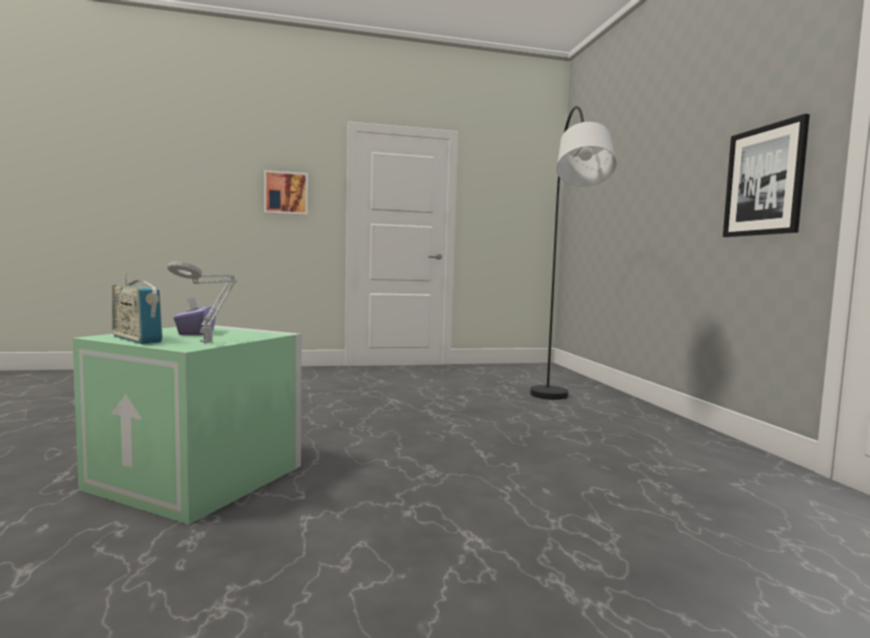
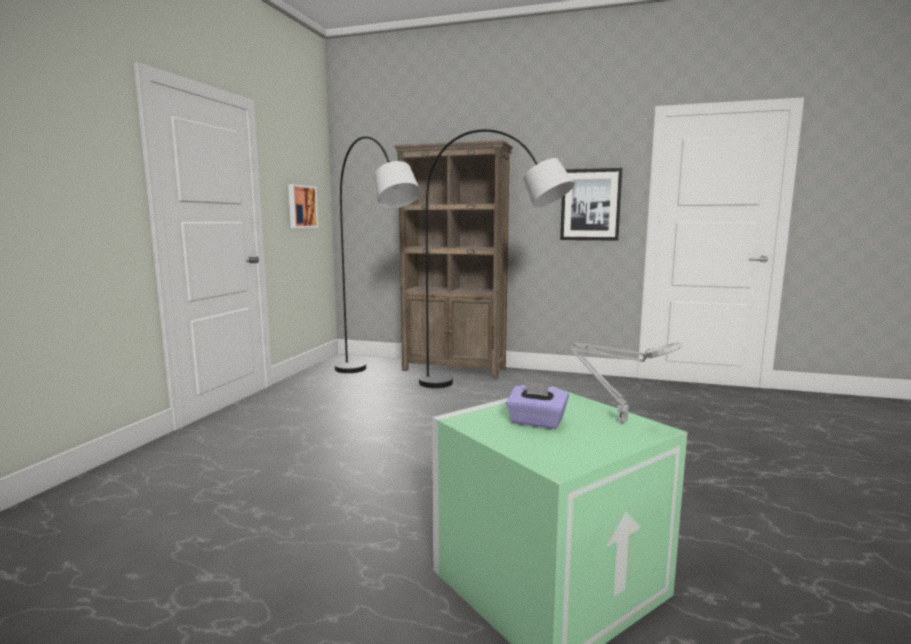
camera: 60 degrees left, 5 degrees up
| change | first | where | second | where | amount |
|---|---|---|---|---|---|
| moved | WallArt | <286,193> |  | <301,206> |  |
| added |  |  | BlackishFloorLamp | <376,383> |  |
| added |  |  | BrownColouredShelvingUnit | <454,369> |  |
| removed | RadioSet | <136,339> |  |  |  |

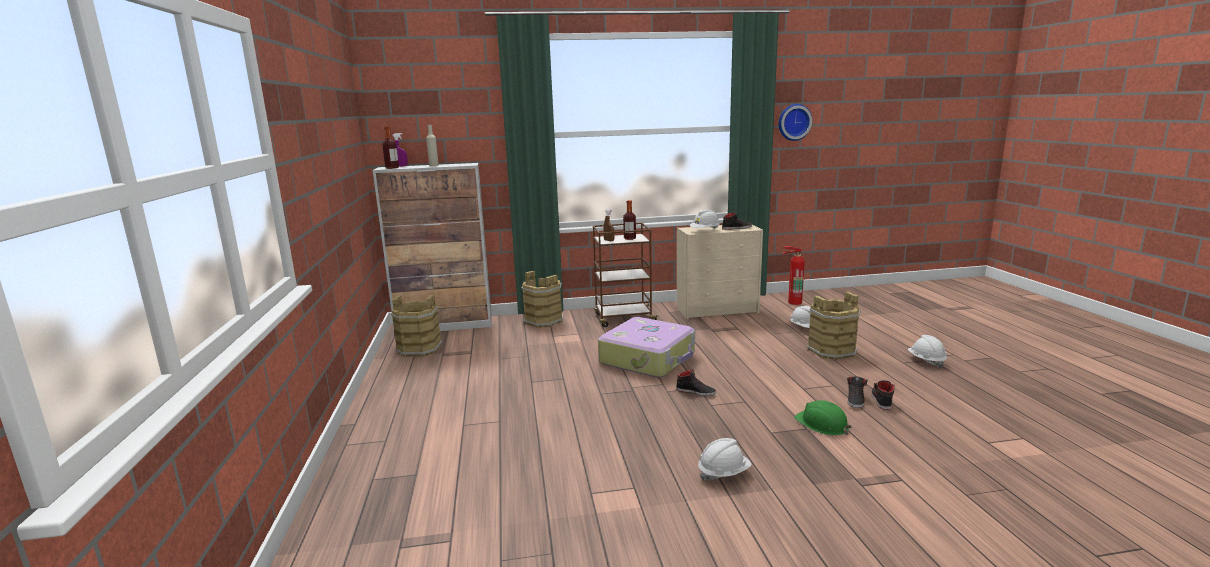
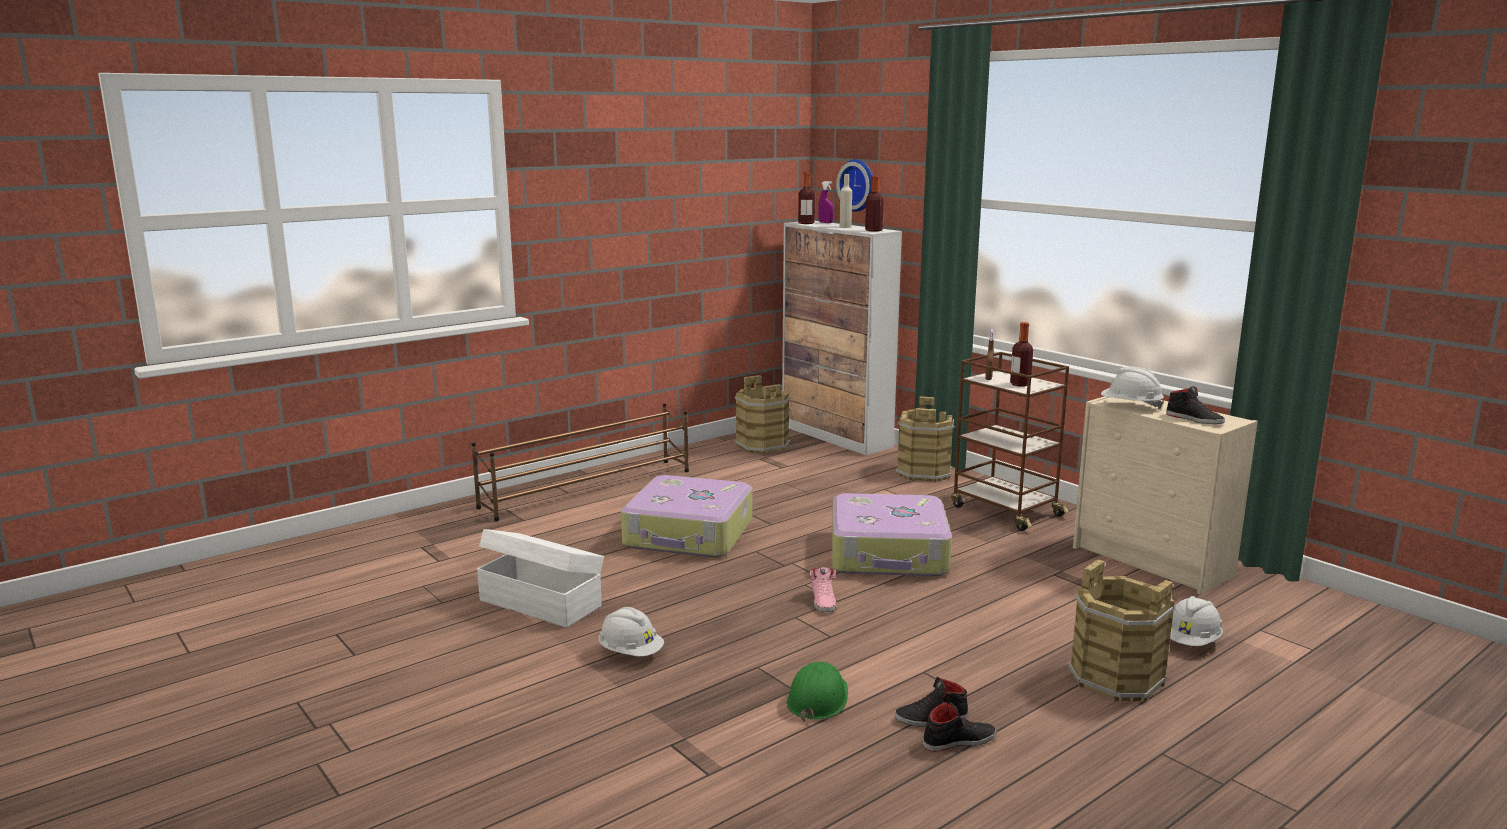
camera: 60 degrees right, 0 degrees up
| change | first | where | second | where | amount |
|---|---|---|---|---|---|
| added |  |  | BrownColouredShoeRack | <589,489> |  |
| added |  |  | WhiteStorageBox | <540,602> |  |
| added |  |  | TravelCase | <689,534> |  |
| recoloured | BlackishItemOfFootwear | <696,391> | PinkishItemOfFootwear | <823,601> |  |
| moved | WallClock | <793,122> |  | <859,185> |  |
| added |  |  | DrinkBottle | <873,230> |  |
| removed | FireFightingCylinder | <793,302> |  |  |  |
| removed | WhiteSafetyHelmet | <926,361> |  |  |  |

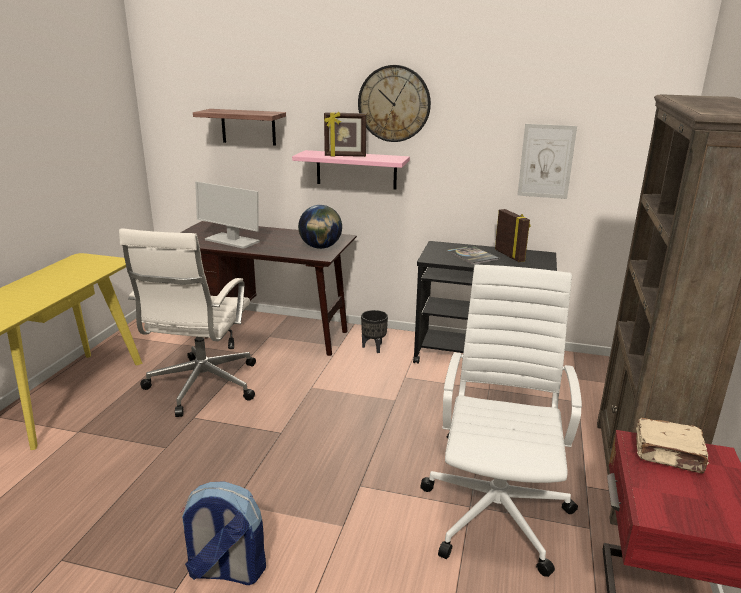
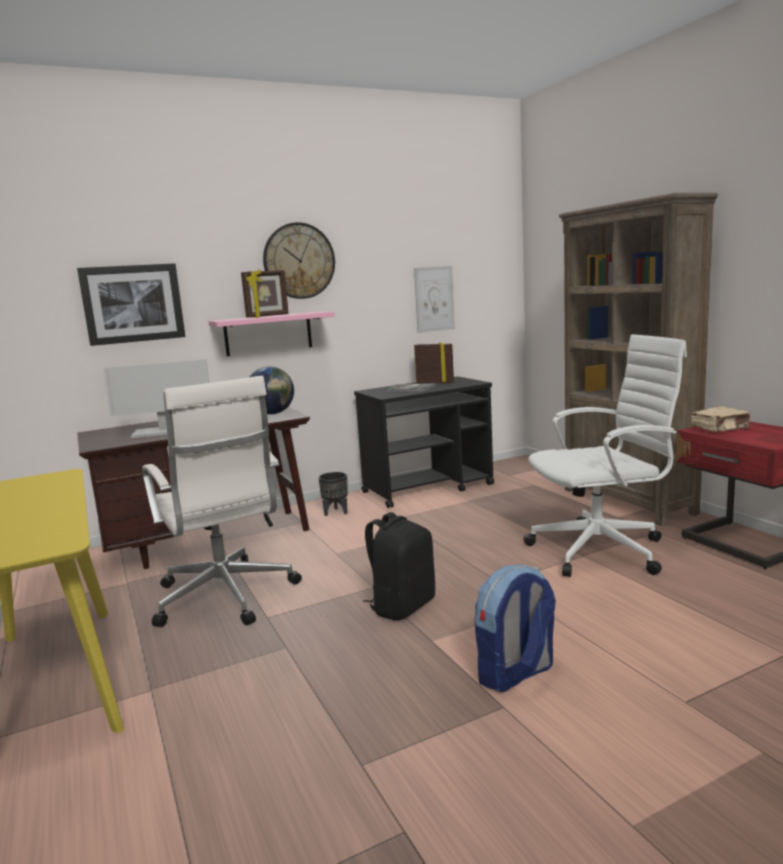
camera: 40 degrees left, 10 degrees down
| change | first | where | second | where | amount |
|---|---|---|---|---|---|
| replaced | Shelf | <248,127> | WallArt | <133,303> |  |
| added |  |  | BlackishKnapsack | <402,606> |  |
| turned | WhiteDeskChair | <496,511> |  | <602,550> | 105 degrees clockwise |

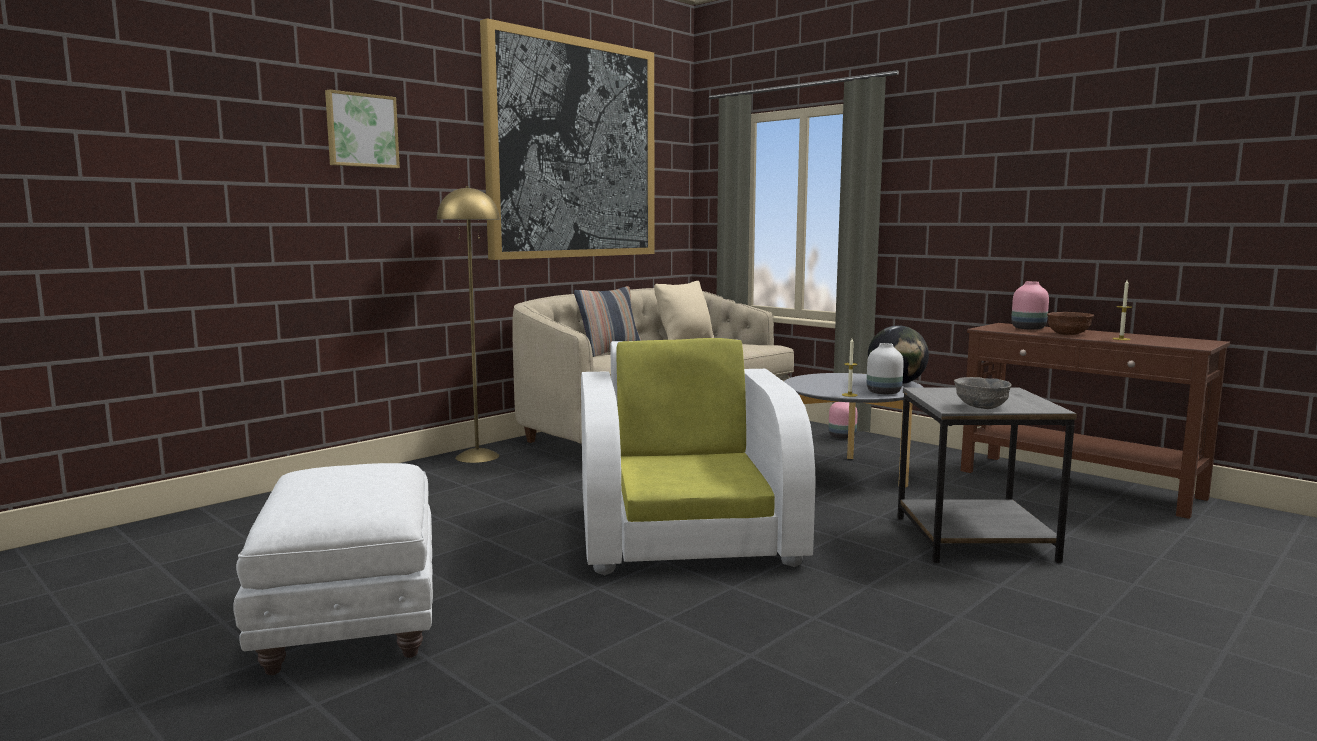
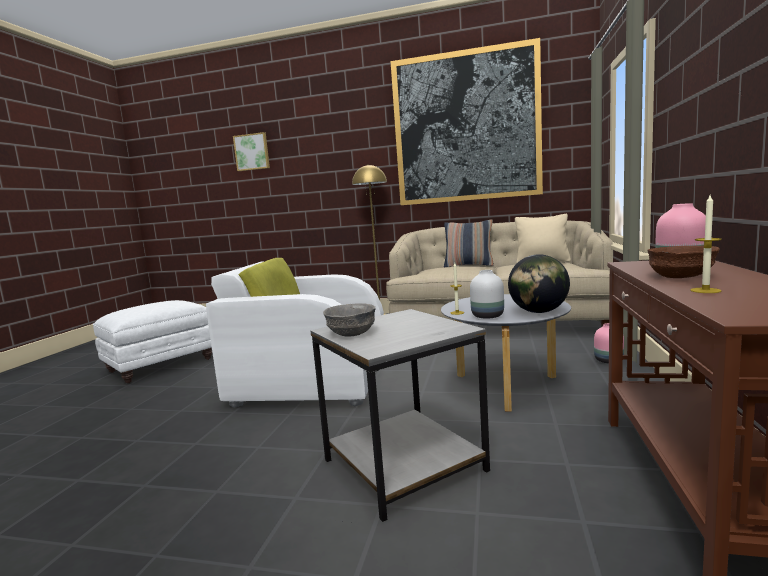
camera: 60 degrees right, 0 degrees up
| change | first | where | second | where | amount |
|---|---|---|---|---|---|
| turned | WhiteLoungeChair | <686,533> |  | <312,380> | 135 degrees counterclockwise |
| moved | WallArt | <361,130> |  | <252,152> |  |

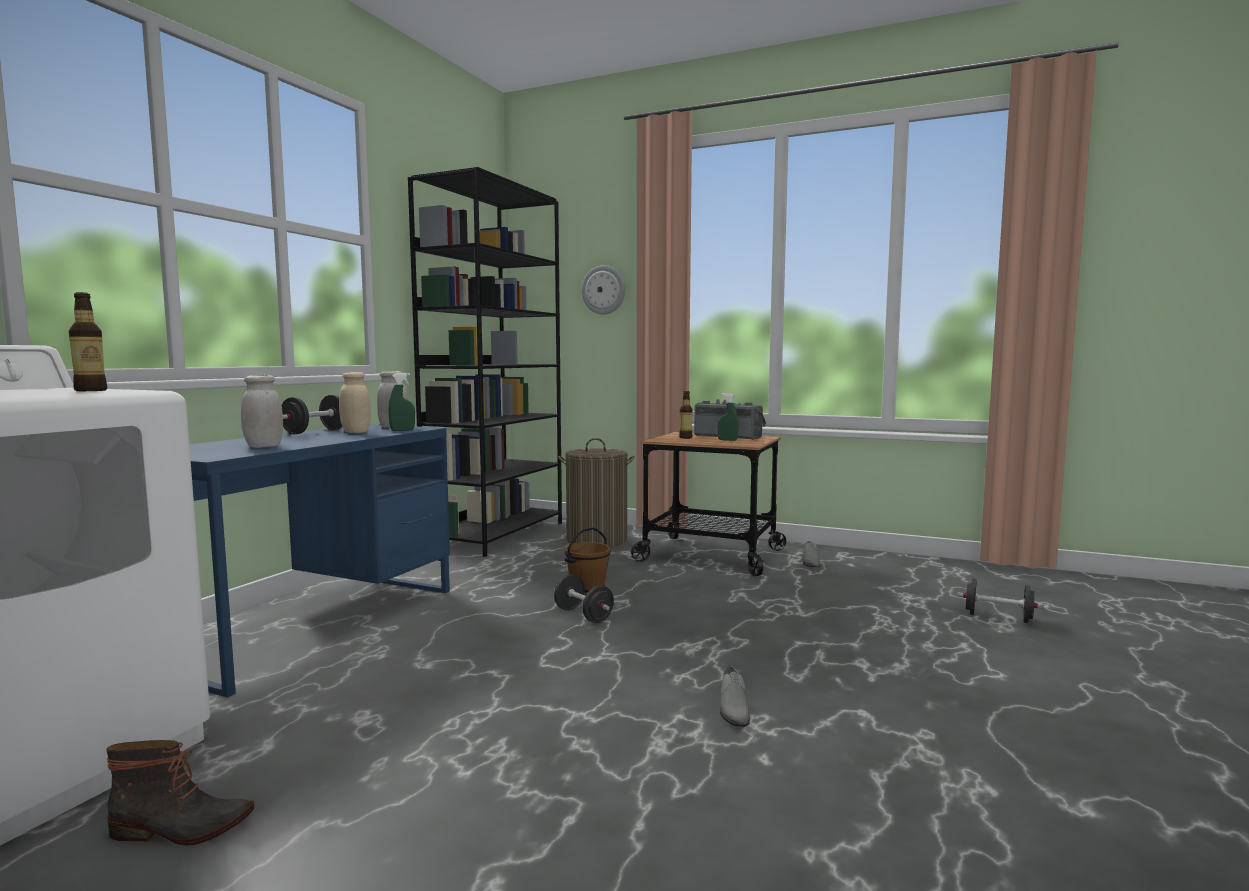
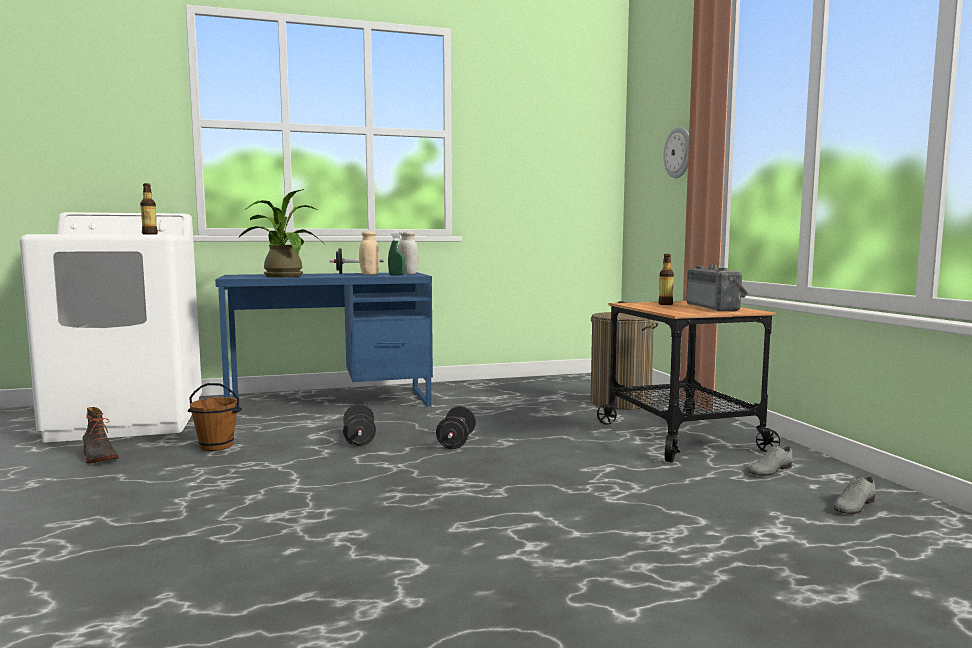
camera: 50 degrees right, 0 degrees up
| change | first | where | second | where | amount |
|---|---|---|---|---|---|
| moved | BrownColouredPail | <587,592> |  | <217,446> |  |
| replaced | WhiteStorageJar | <264,446> | PlantInAPot | <281,276> |  |
| moved | BlackishDumbbell | <998,617> |  | <359,439> |  |
| moved | GrayItemOfFootwear | <732,708> |  | <853,505> |  |
| removed | BlackishShelvingUnit | <496,534> |  |  |  |
| removed | GreenColouredSprayBottle | <727,440> |  |  |  |

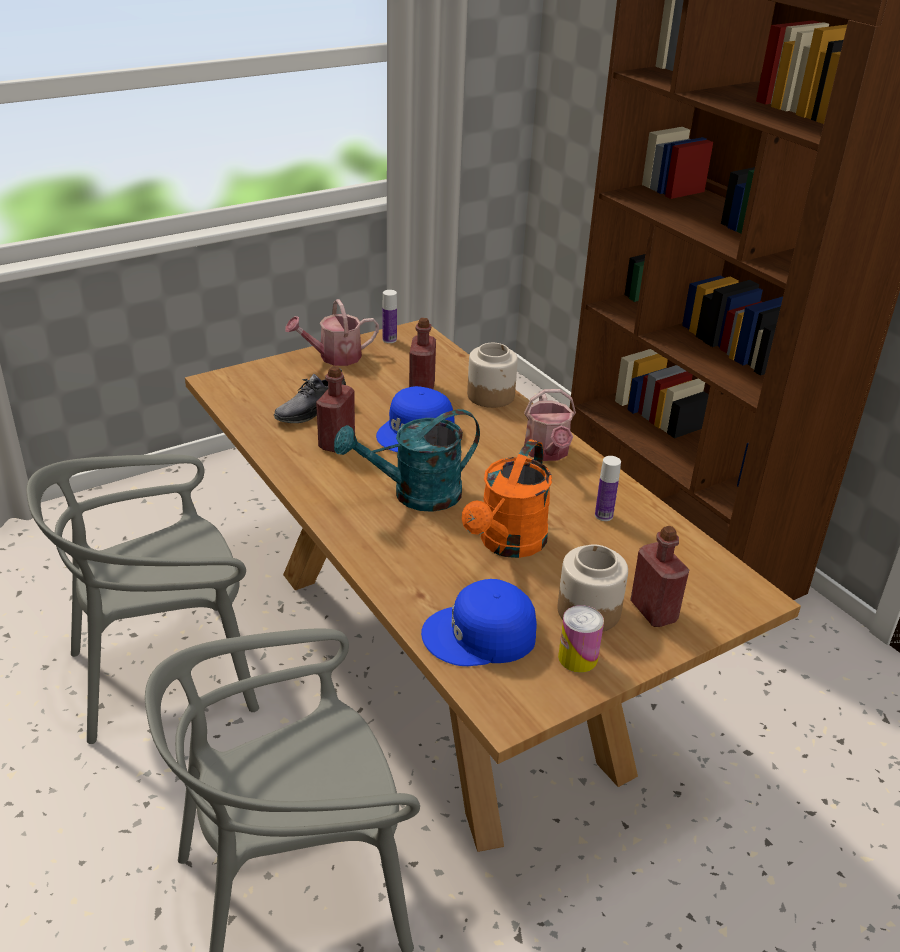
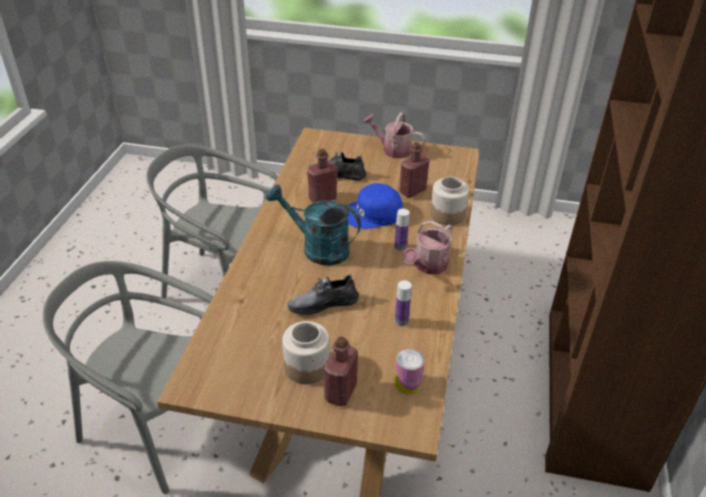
camera: 45 degrees right, 5 degrees up
| change | first | where | second | where | amount |
|---|---|---|---|---|---|
| replaced | OrangeColouredWateringPot | <508,544> | GrayItemOfFootwear | <323,303> |  |
| moved | SealedCan | <577,658> |  | <407,383> |  |
| moved | DrinkBottle | <389,340> |  | <400,247> |  |
| removed | BlueColouredPeakedCap | <480,635> |  |  |  |

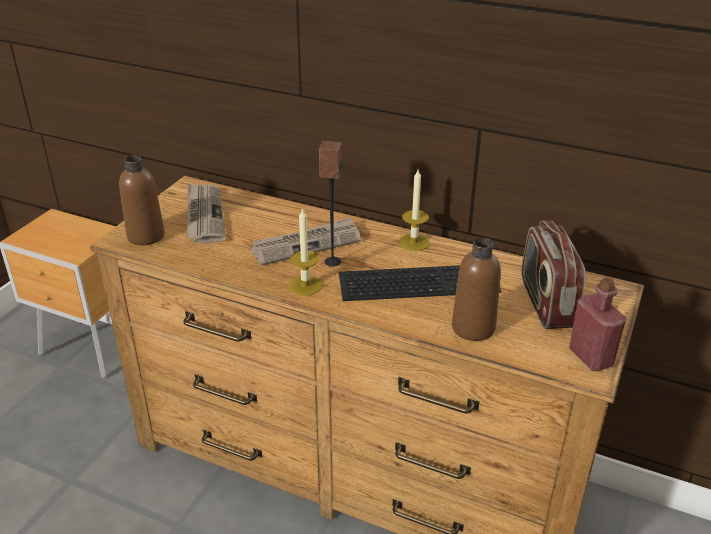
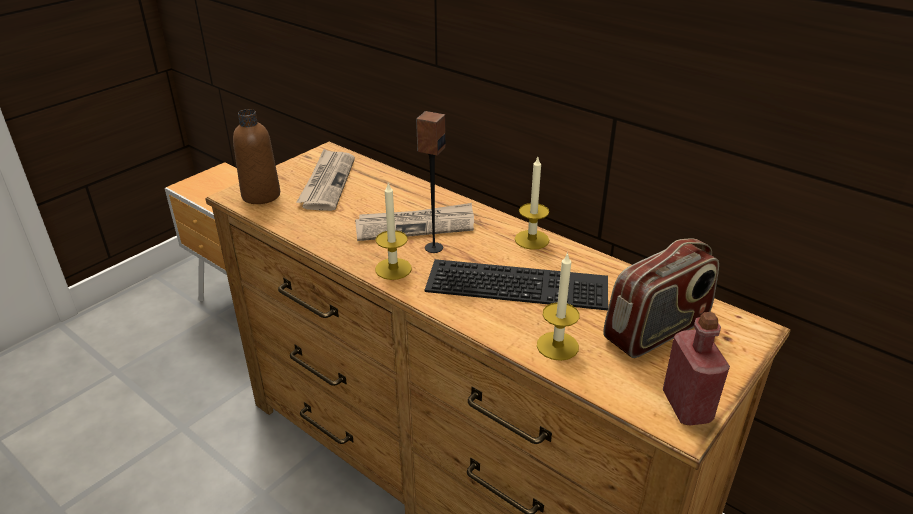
camera: 15 degrees right, 0 degrees up
| change | first | where | second | where | amount |
|---|---|---|---|---|---|
| replaced | BrownColouredDrinkBottle | <473,328> | WaxLight | <557,346> |  |
| turned | RadioSet | <546,302> |  | <657,331> | 135 degrees counterclockwise |

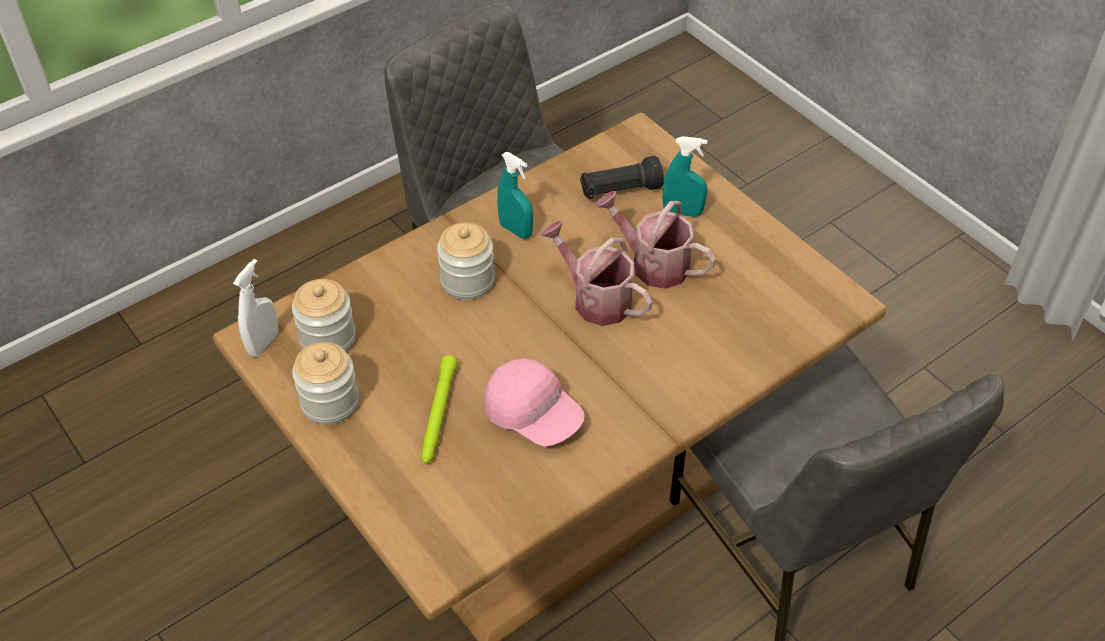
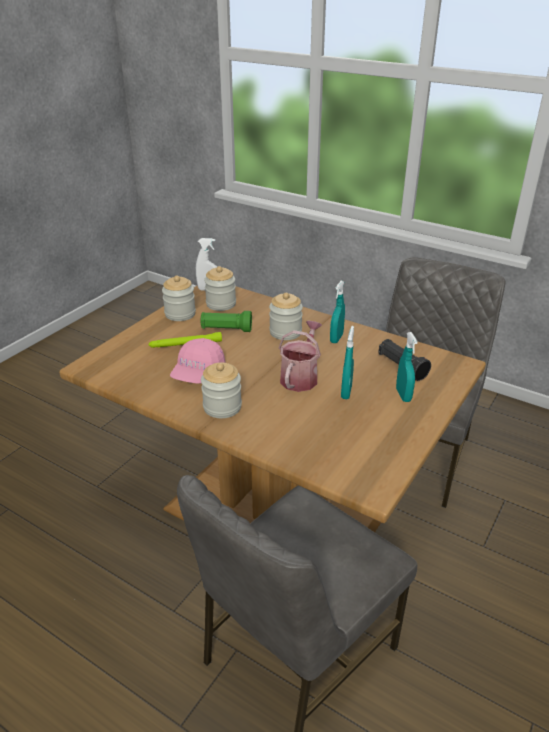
camera: 70 degrees right, 15 degrees down
| change | first | where | second | where | amount |
|---|---|---|---|---|---|
| added |  |  | GreenColouredHandTorch | <226,329> |  |
| added |  |  | StorageJar | <222,407> |  |
| replaced | WateringPot | <653,263> | TurquoiseSprayBottle | <346,392> |  |

